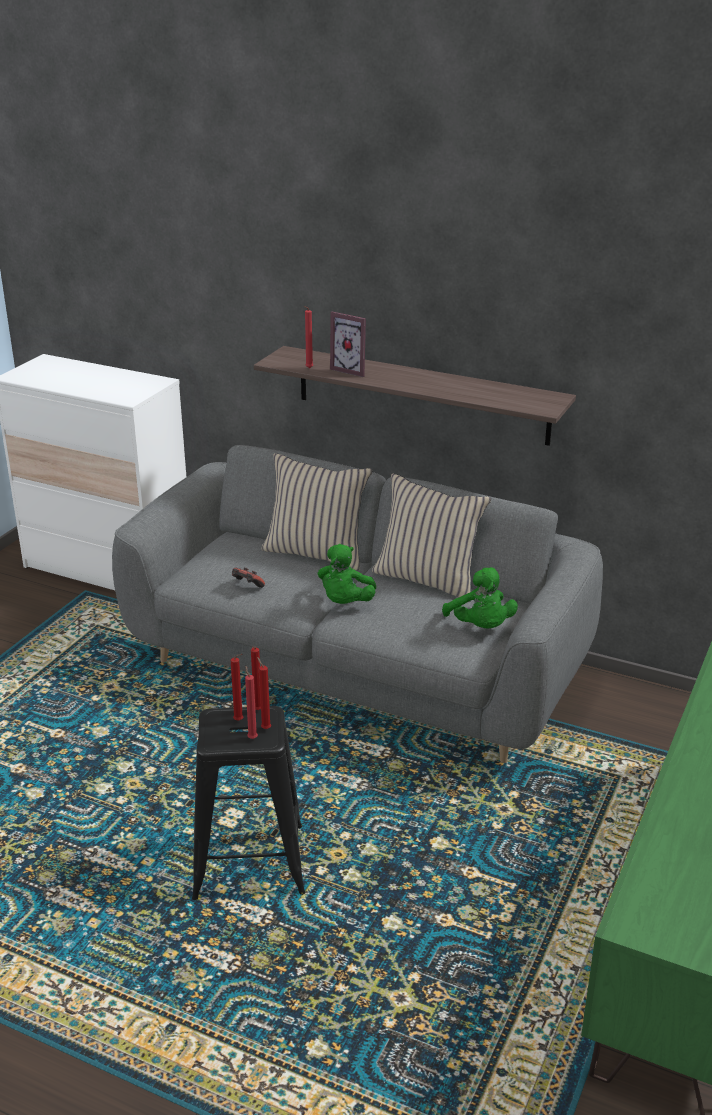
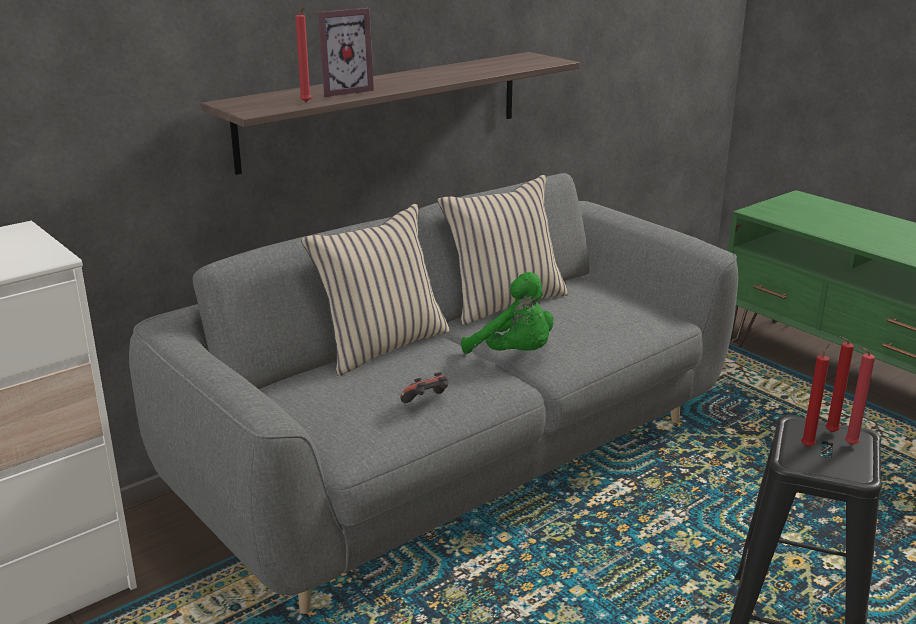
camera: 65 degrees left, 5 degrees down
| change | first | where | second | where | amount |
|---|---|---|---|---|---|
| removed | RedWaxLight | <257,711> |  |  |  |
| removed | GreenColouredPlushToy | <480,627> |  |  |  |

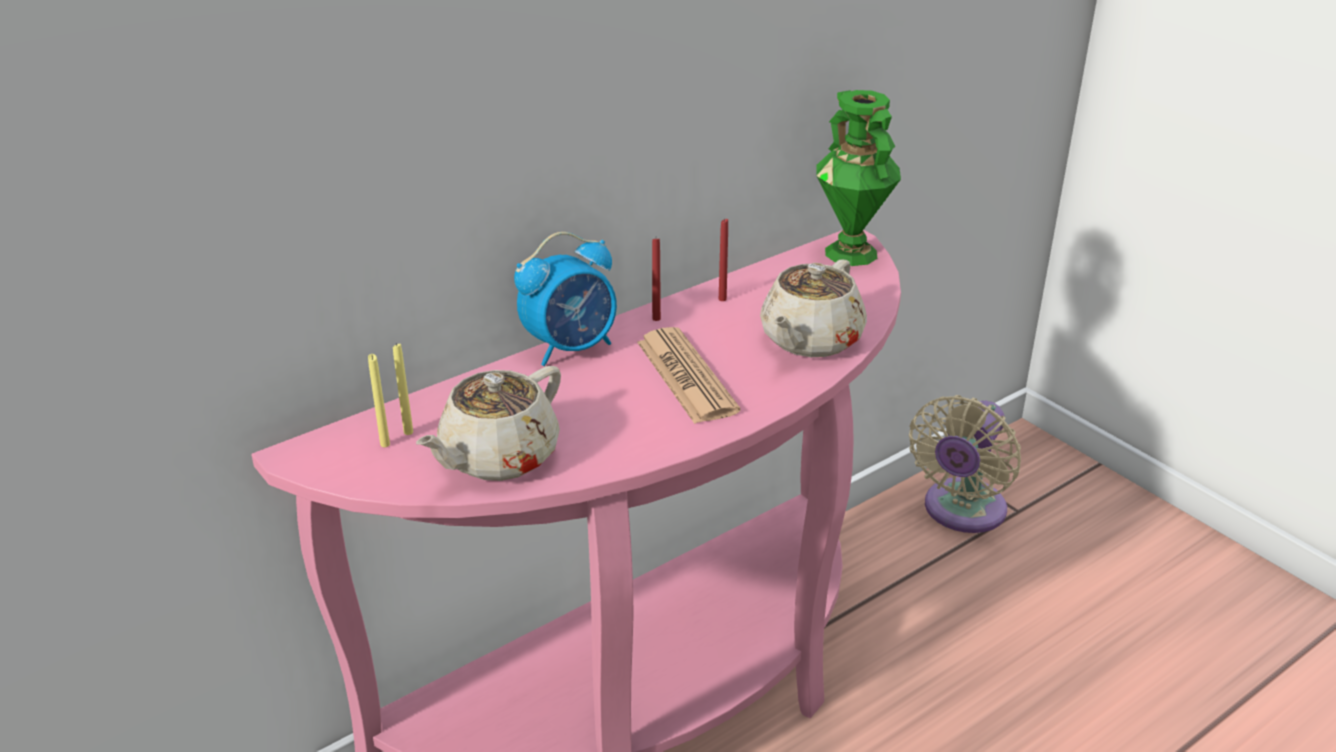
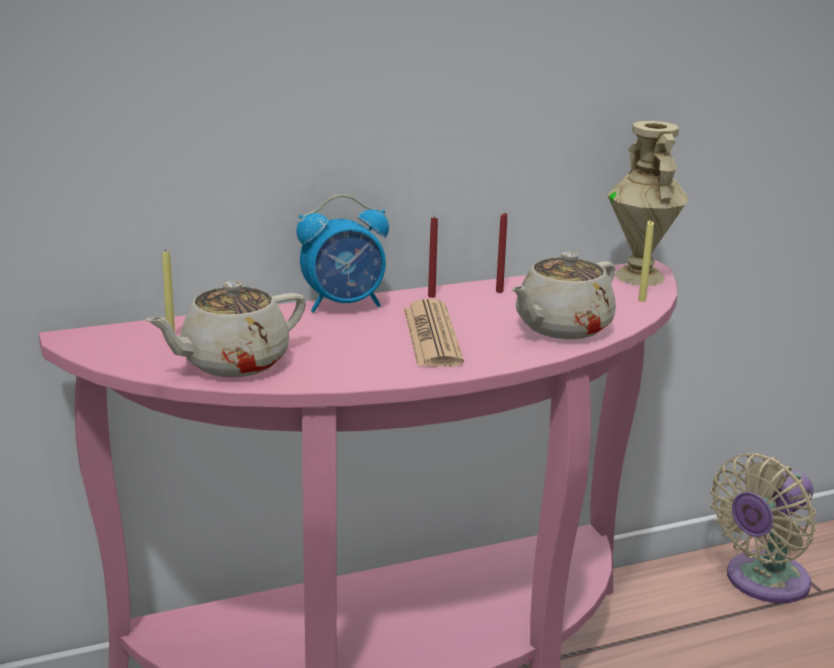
camera: 15 degrees right, 10 degrees down
| change | first | where | second | where | amount |
|---|---|---|---|---|---|
| recoloured | GreenColouredVase | <852,253> | BeigeVase | <640,276> |  |
| moved | YellowishWaxLight | <385,444> |  | <642,300> |  |

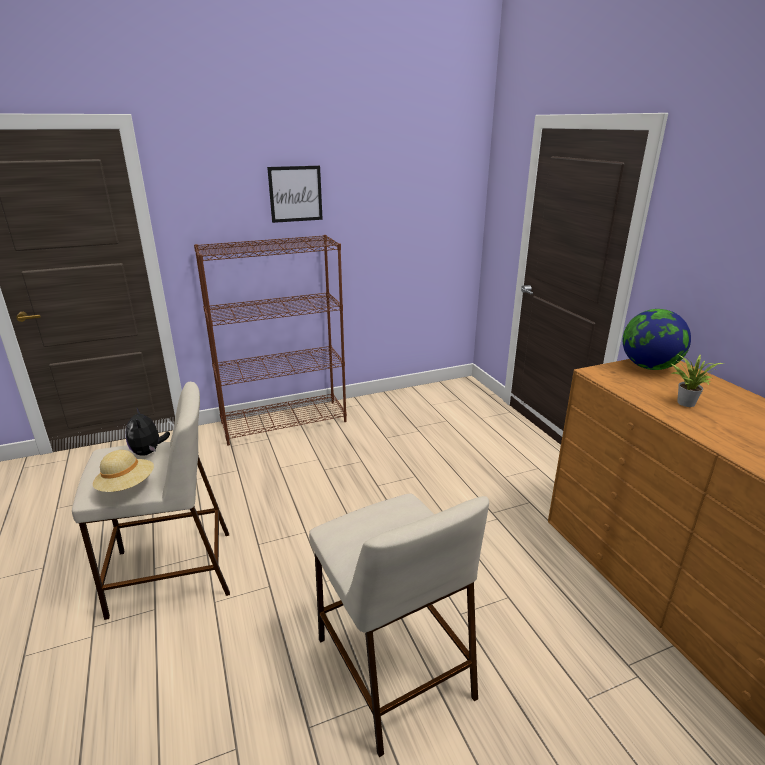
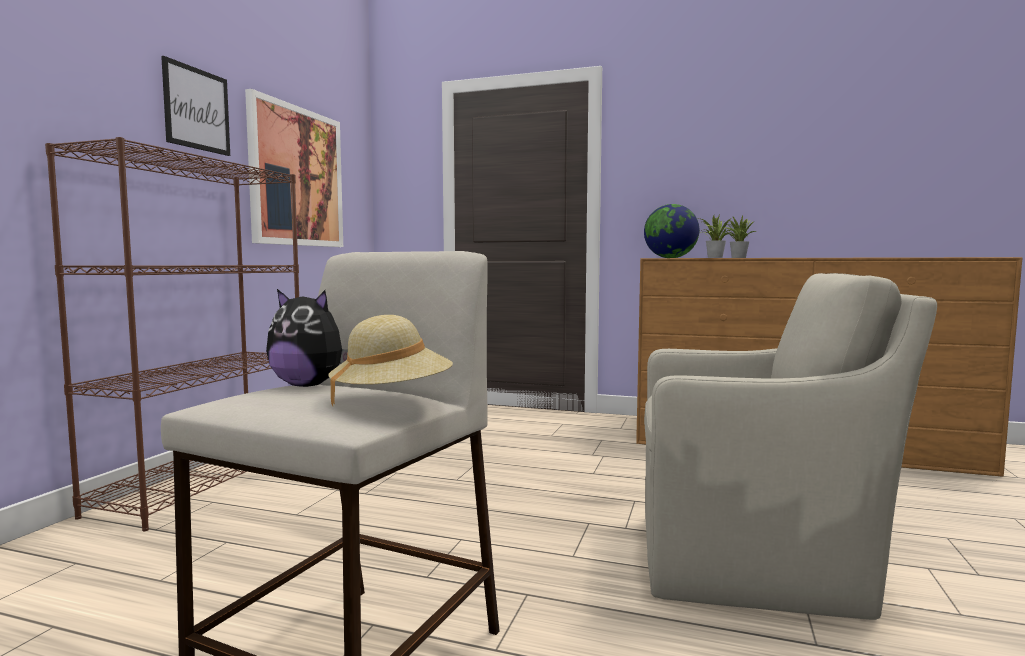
camera: 50 degrees left, 20 degrees down
| change | first | where | second | where | amount |
|---|---|---|---|---|---|
| added |  |  | WallArt | <297,177> |  |
| replaced | BeigeStoolSeat | <392,666> | BeigeLoungeChair | <754,563> |  |
| added |  |  | PlantInAPot | <713,257> |  |

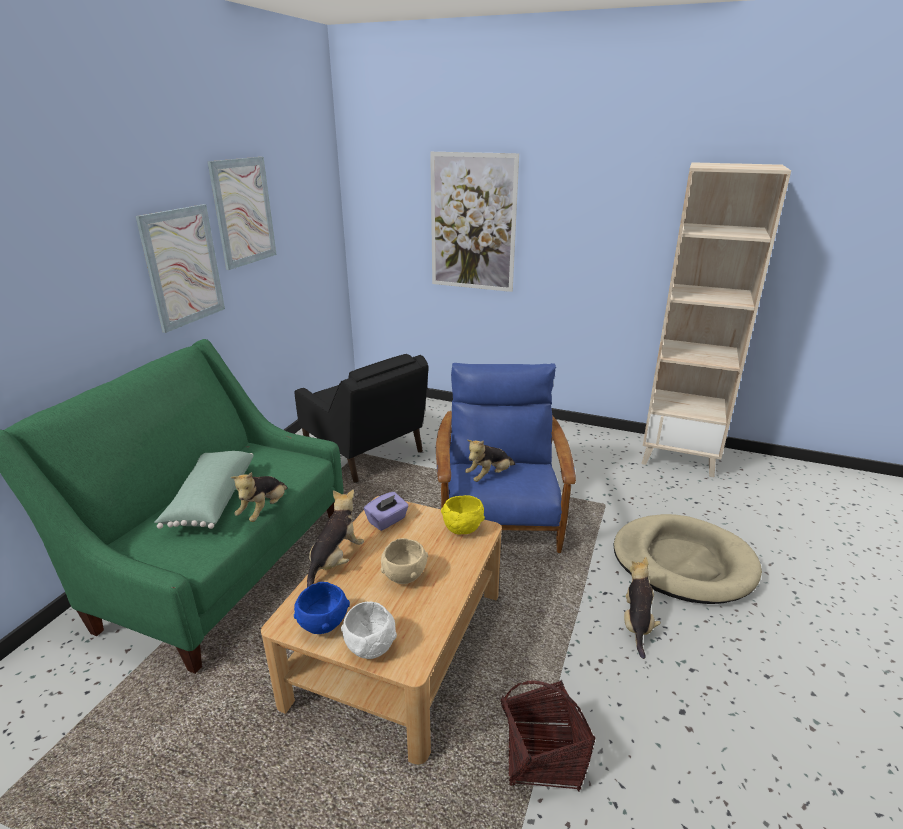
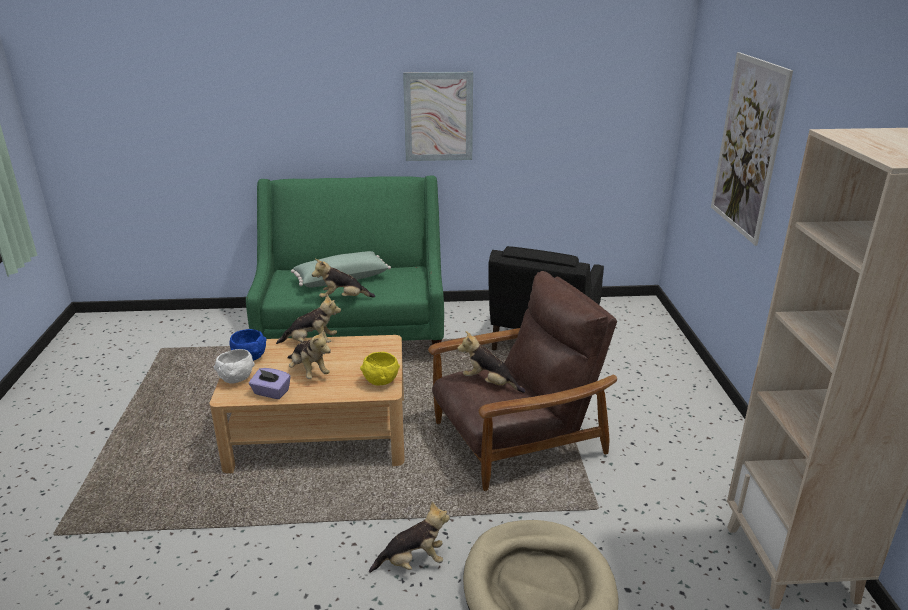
camera: 65 degrees right, 0 degrees up
| change | first | where | second | where | amount |
|---|---|---|---|---|---|
| moved | PurplishTissueHolder | <387,521> |  | <271,393> |  |
| replaced | BeigeBowl | <404,577> | PlushToy | <309,372> |  |
| recoloured | BlueColouredLoungeChair | <499,514> | BrownColouredLoungeChair | <516,439> |  |
| removed | WallArt | <243,212> |  |  |  |
| removed | StorageBasket | <542,756> |  |  |  |

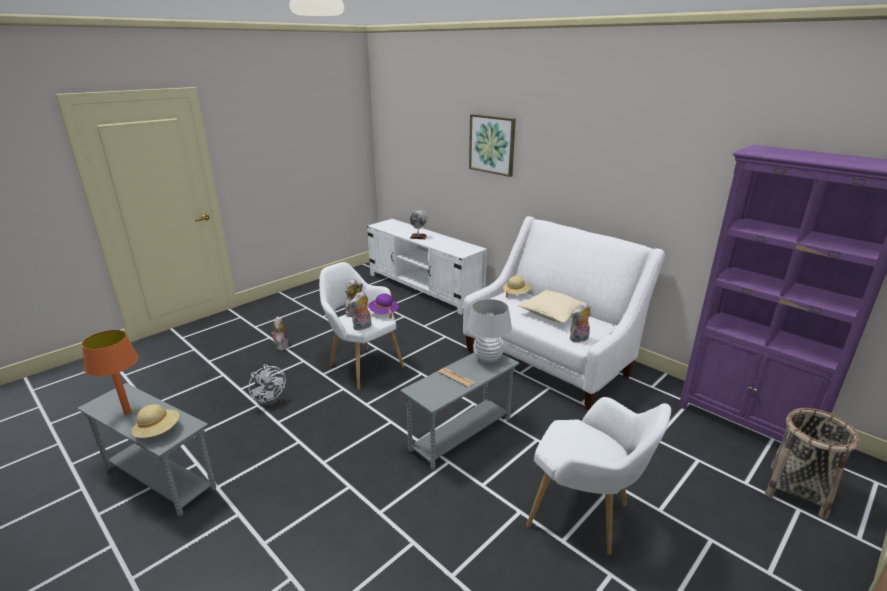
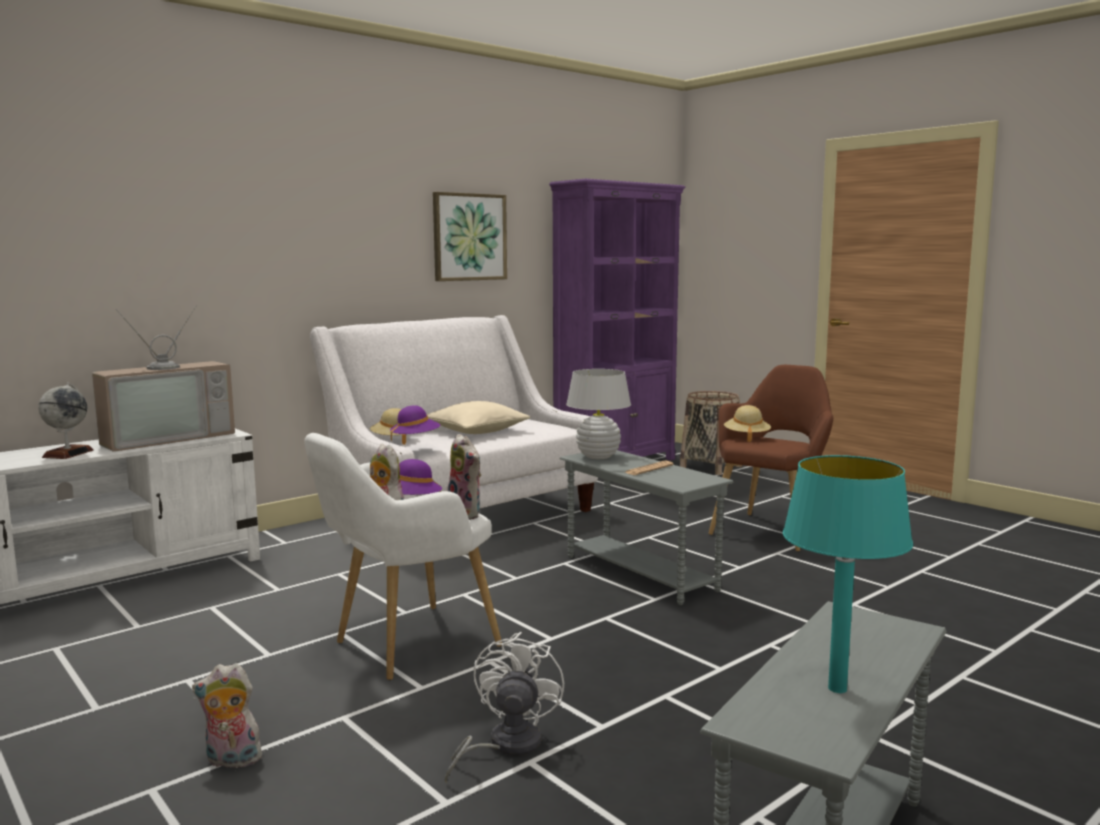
camera: 85 degrees left, 15 degrees down
| change | first | where | second | where | amount |
|---|---|---|---|---|---|
| added |  |  | Tv | <167,438> |  |
| added |  |  | PurplishWearableHat | <415,439> |  |
| moved | WallArt | <492,144> |  | <469,237> |  |
| turned | WhiteFan | <271,398> |  | <505,746> | 45 degrees counterclockwise |
| recoloured | WhiteLoungeChair | <585,516> | BrownColouredLoungeChair | <771,529> |  |
| moved | BeigeWearableHat | <158,431> |  | <746,437> |  |
| recoloured | OrangeColouredTableLamp | <127,413> | TurquoiseTableLamp | <838,688> |  |
| removed | PlushToy | <579,339> |  |  |  |

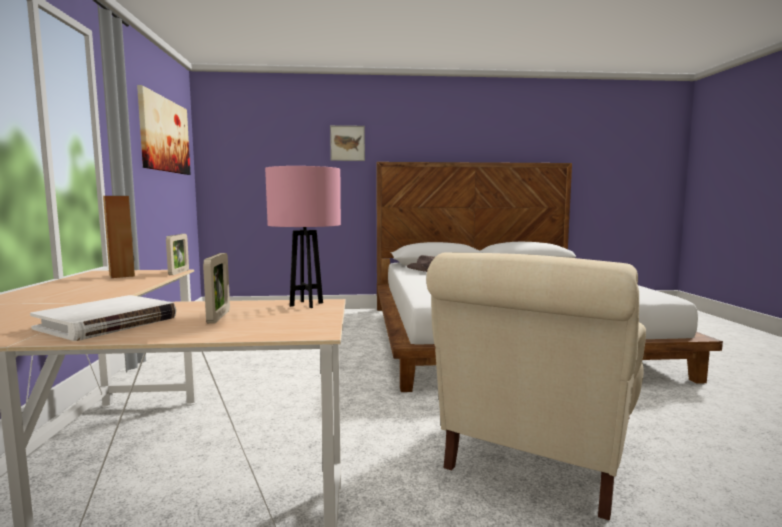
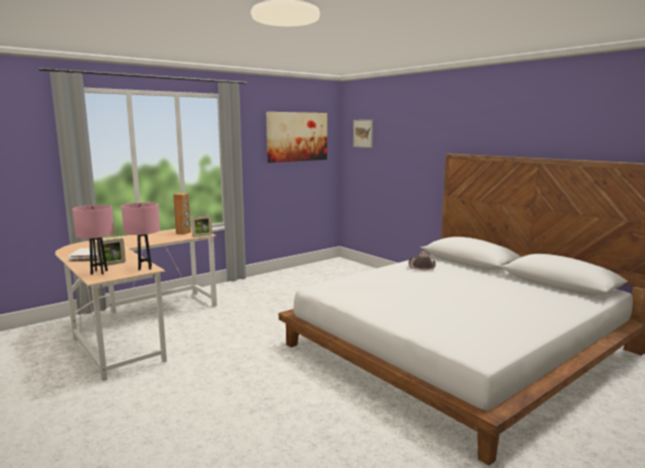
camera: 55 degrees right, 5 degrees up
| change | first | where | second | where | amount |
|---|---|---|---|---|---|
| added |  |  | PinkishTableLamp | <99,272> |  |
| moved | WallArt | <347,143> |  | <363,133> |  |
| removed | BeigeLoungeChair | <536,457> |  |  |  |

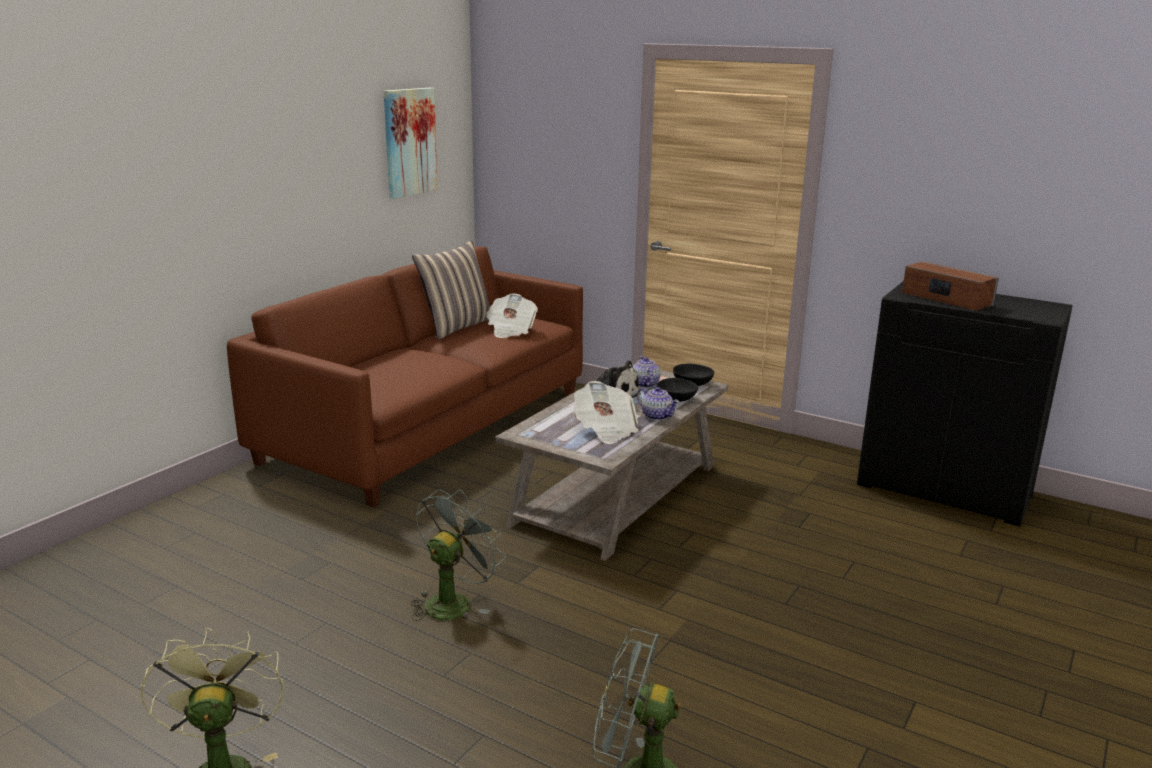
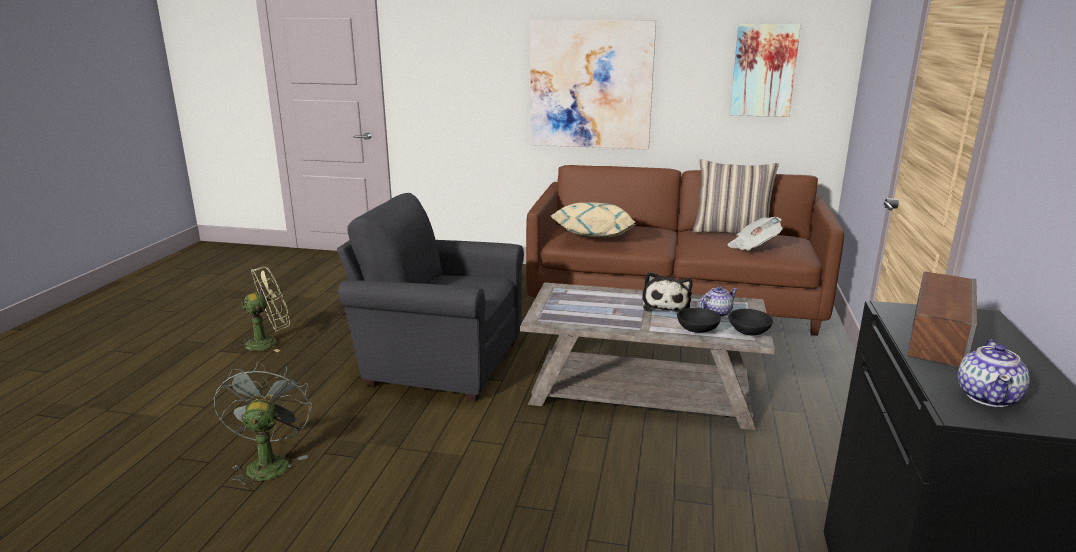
camera: 70 degrees right, 0 degrees up
| change | first | where | second | where | amount |
|---|---|---|---|---|---|
| replaced | GrayFan | <453,602> | GrayLoungeChair | <438,362> |  |
| added |  |  | WallArt | <591,85> |  |
| added |  |  | BeigePillow | <595,238> |  |
| moved | TeaPot | <656,416> |  | <988,396> |  |
| removed | PrintedPaper | <605,429> |  |  |  |

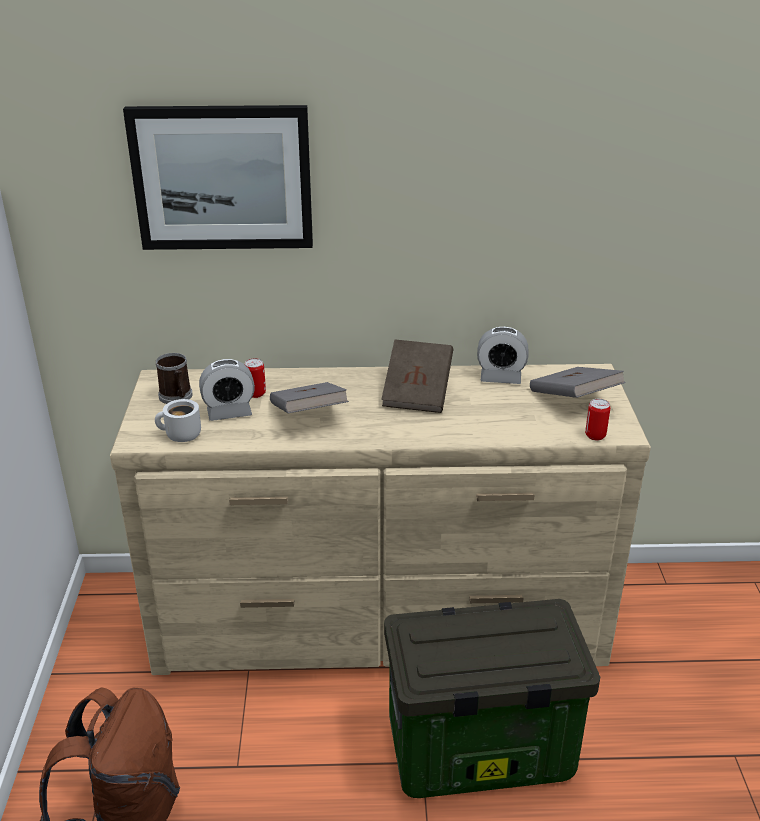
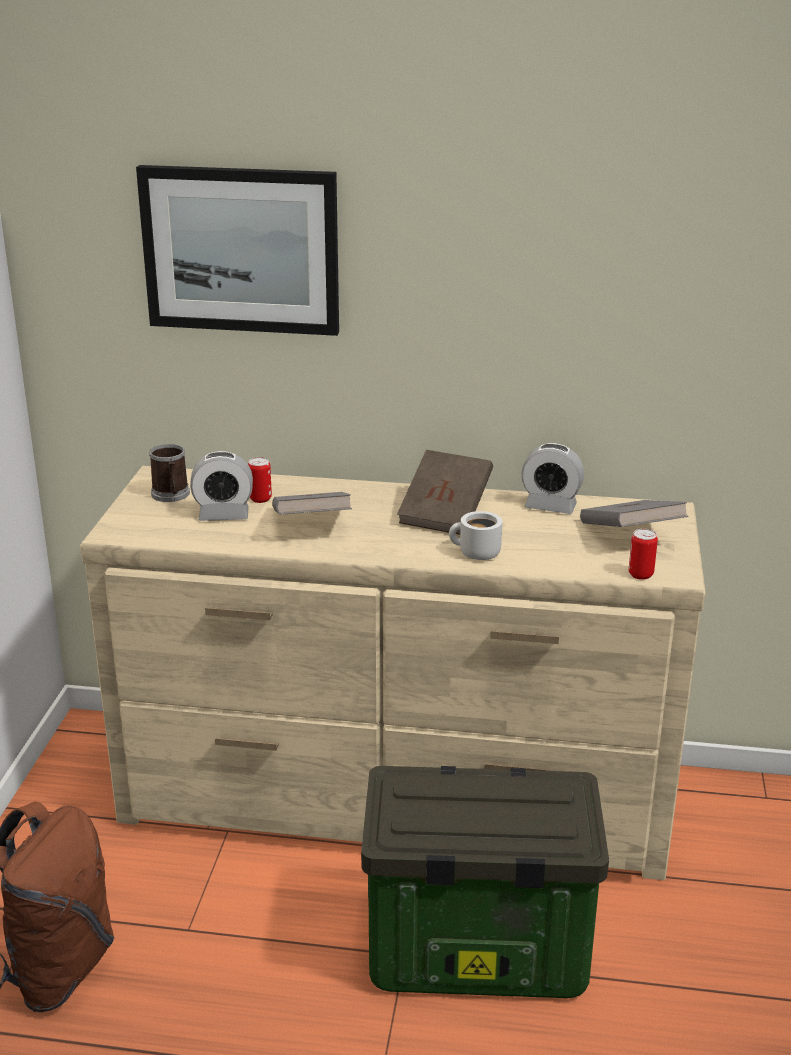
camera: 10 degrees right, 5 degrees down
| change | first | where | second | where | amount |
|---|---|---|---|---|---|
| moved | WhiteCoffeeMug | <180,436> |  | <476,554> |  |

